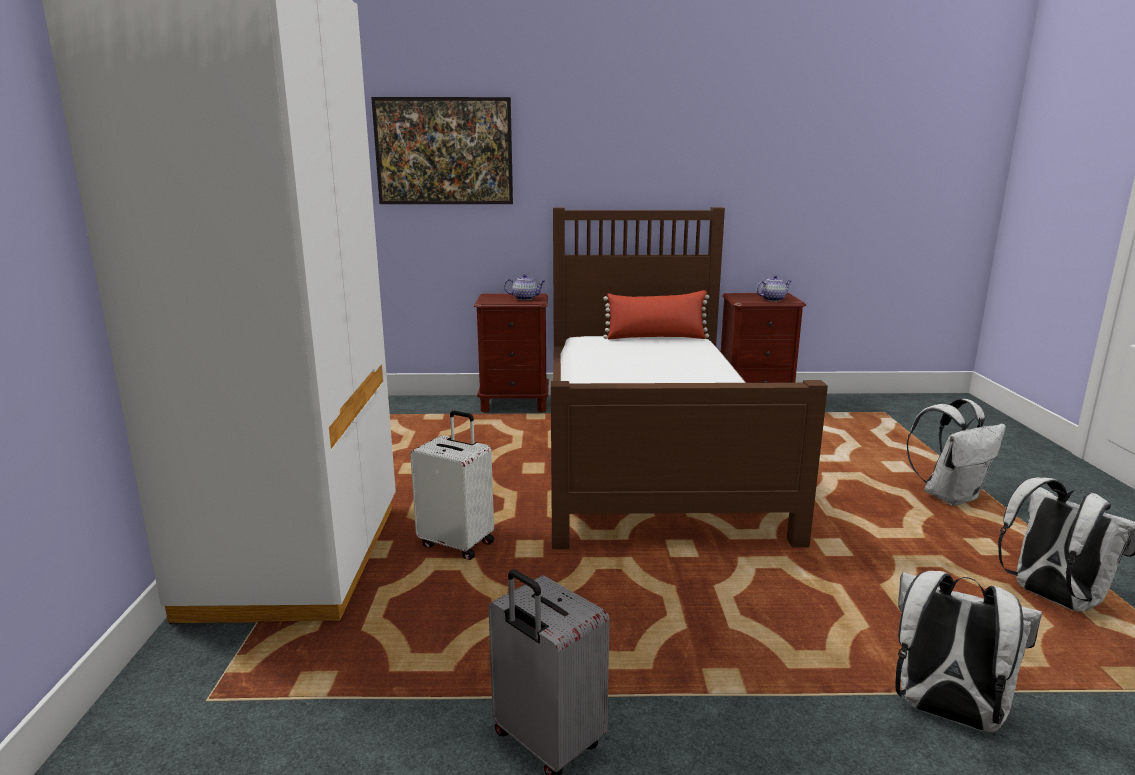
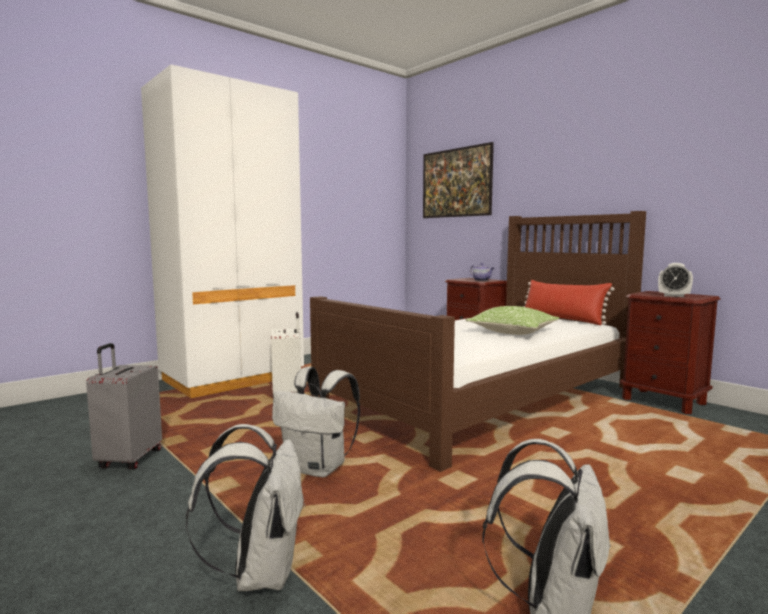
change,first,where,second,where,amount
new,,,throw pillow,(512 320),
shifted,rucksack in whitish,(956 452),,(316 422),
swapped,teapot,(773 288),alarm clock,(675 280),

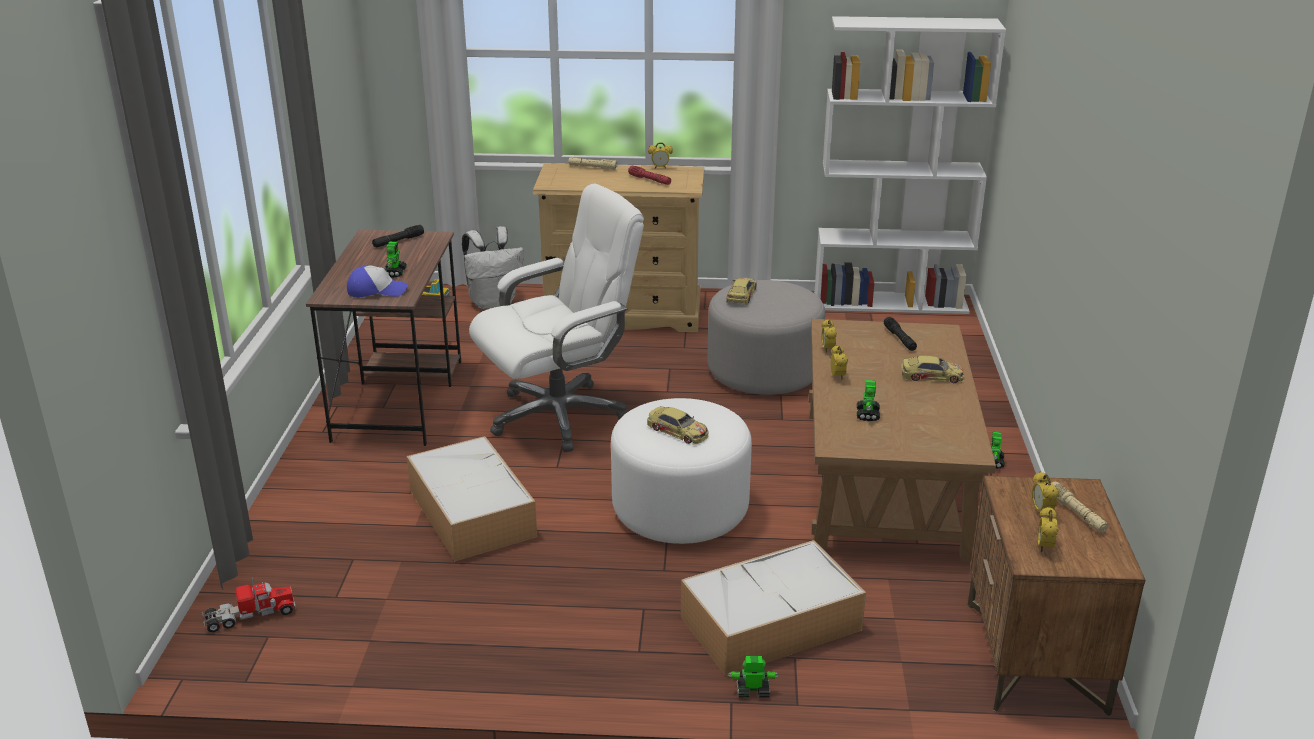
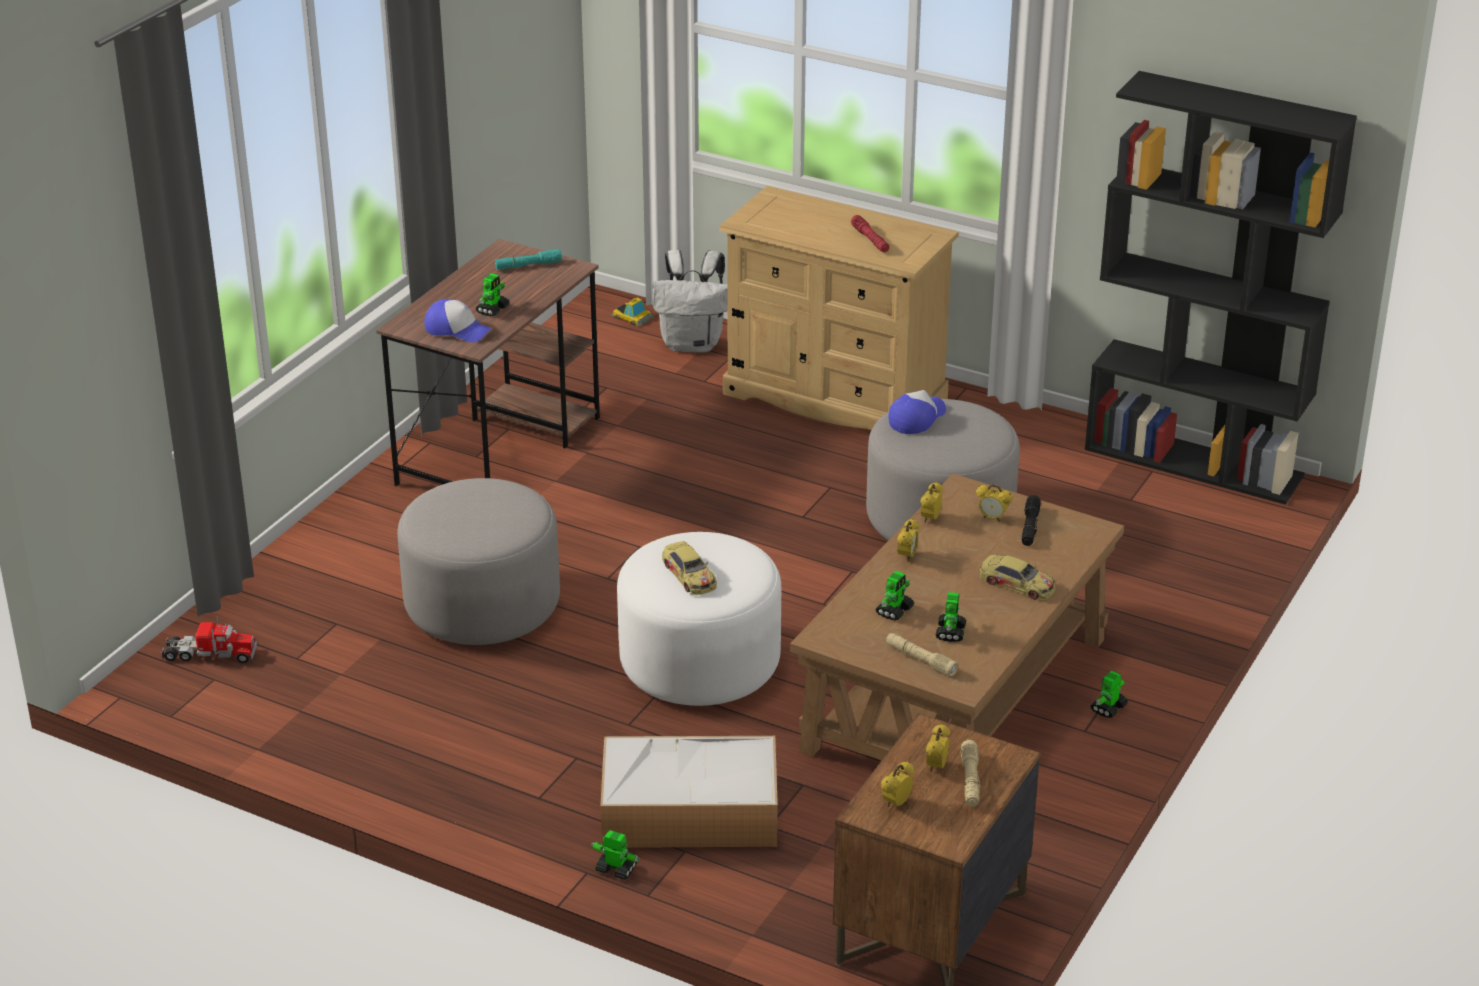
change,first,where,second,where,amount
gone,office chair in whitish,(556 318),,,
new,,,model robot,(951 617),
shifted,flashlight in sand-coloured,(593 163),,(922 654),
shifted,alarm clock,(660 155),,(994 503),
swapped,storage bin,(472 498),footrest in gray,(478 561),
swapped,toy car,(741 291),baseball cap,(917 412),
repainted,flashlight in blackish,(398 236),flashlight in turquoise-coloured,(528 259),
repainted,bookshelf in whitish,(910 165),bookshelf in blackish,(1221 288),

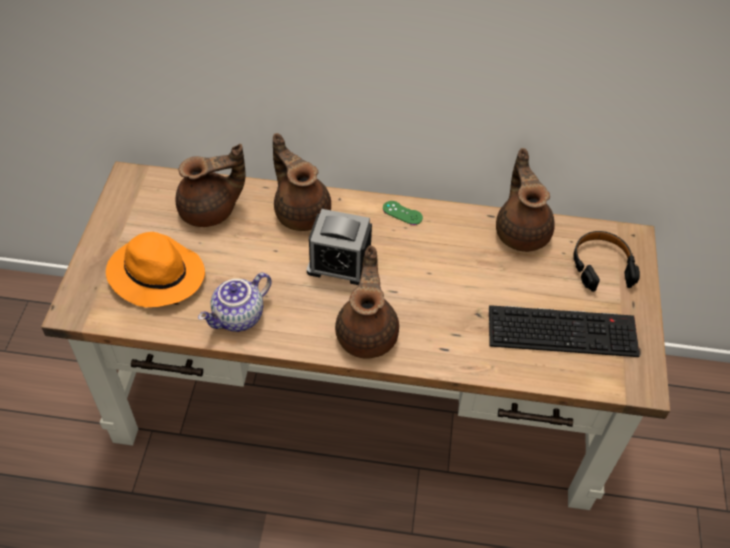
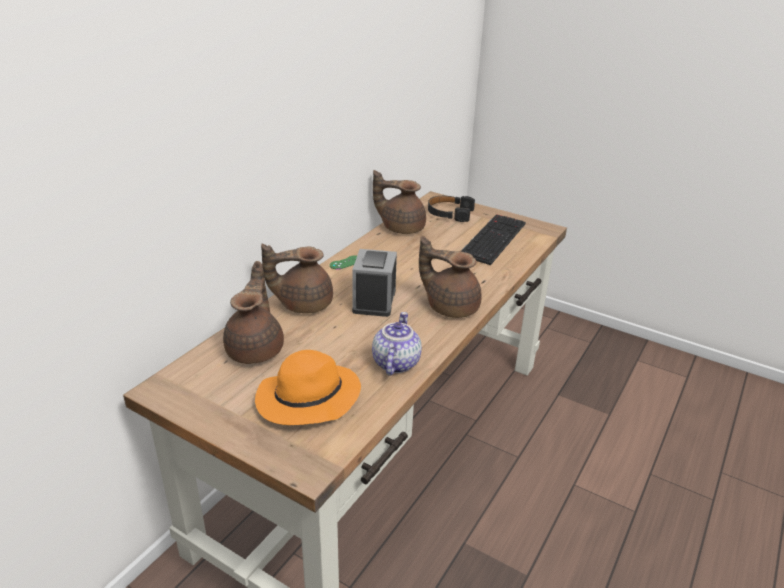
change,first,where,second,where,amount
rotated,teapot,(235 302),,(397 343),150 degrees counterclockwise
rotated,alarm clock,(339 247),,(374 283),150 degrees clockwise

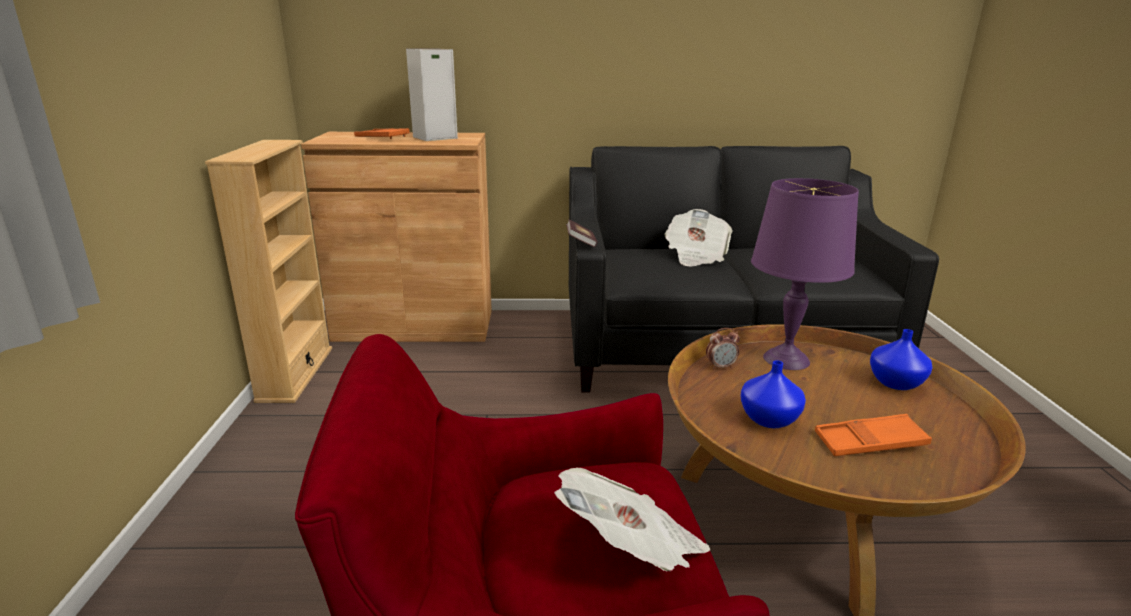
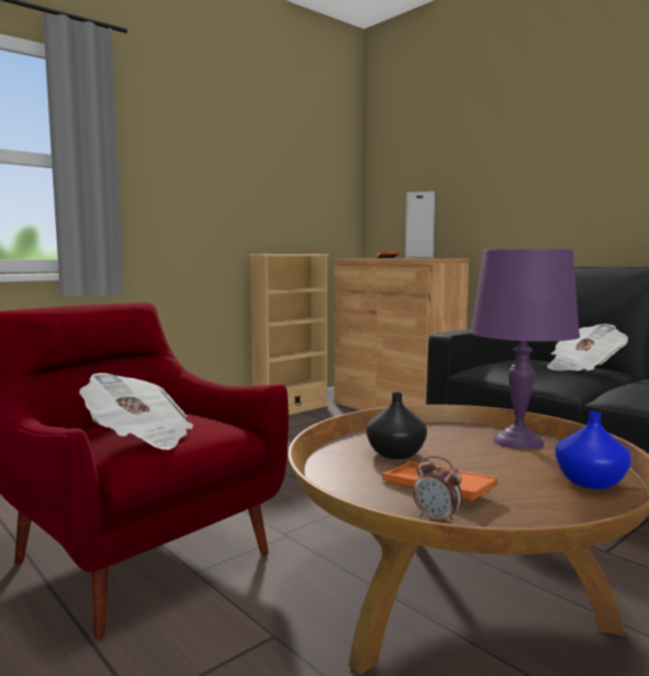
change,first,where,second,where,amount
gone,bound book,(581 233),,,
shifted,alarm clock,(723 349),,(438 489),
repainted,flower vase in bluish,(773 394),flower vase in blackish,(396 425),

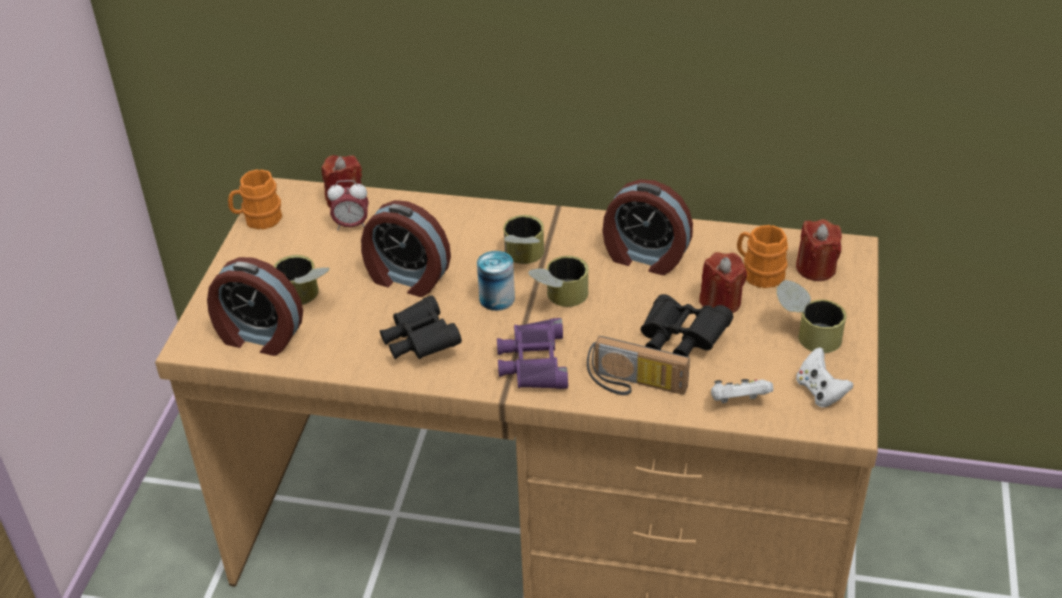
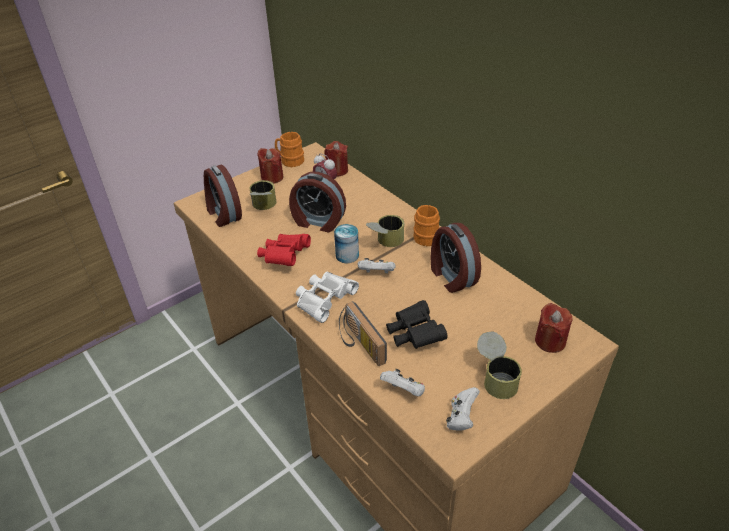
change,first,where,second,where,amount
shifted,candle in red-coloured,(723 282),,(270 166),
shifted,mug in orange-coloured,(762 256),,(426 225),
swapped,can,(558 281),gamepad in whitish,(376 266),
repainted,field glasses in blackish,(421 327),field glasses in red-coloured,(284 250),
repainted,field glasses in purple-coloured,(532 353),field glasses in whitish,(327 297),
rotated,alarm clock,(406 248),,(317 202),45 degrees counterclockwise

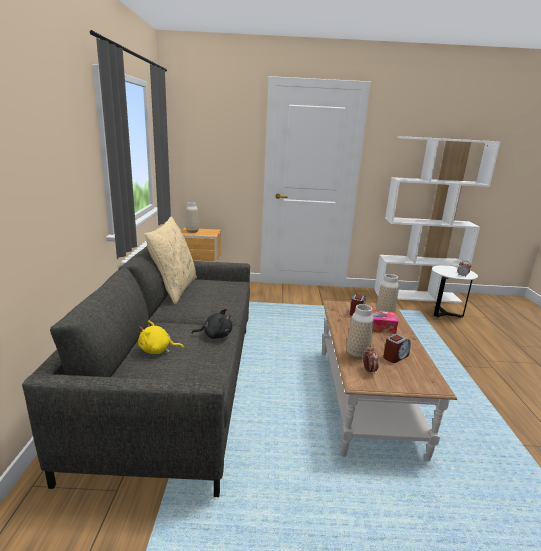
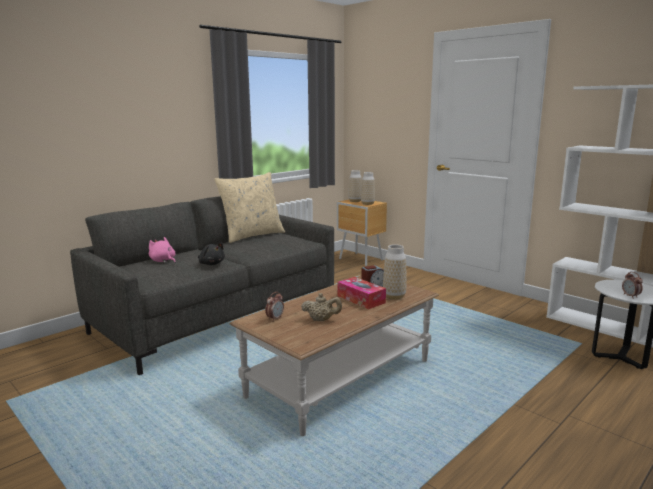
change,first,where,second,where,amount
shifted,flower vase,(360 332),,(368 188),
swapped,alarm clock,(397 348),teapot in sand-coloured,(321 307),
repainted,soft toy in yellowish,(161 337),soft toy in pink,(162 250),

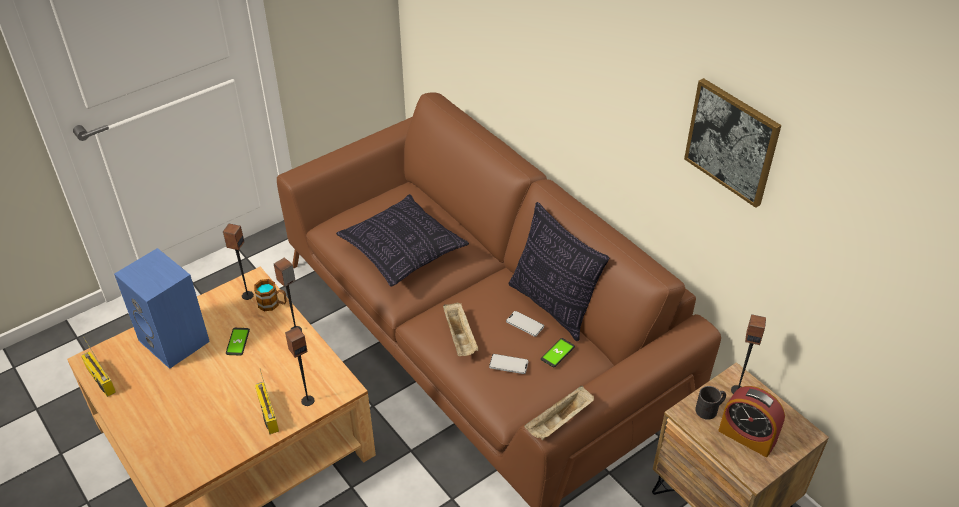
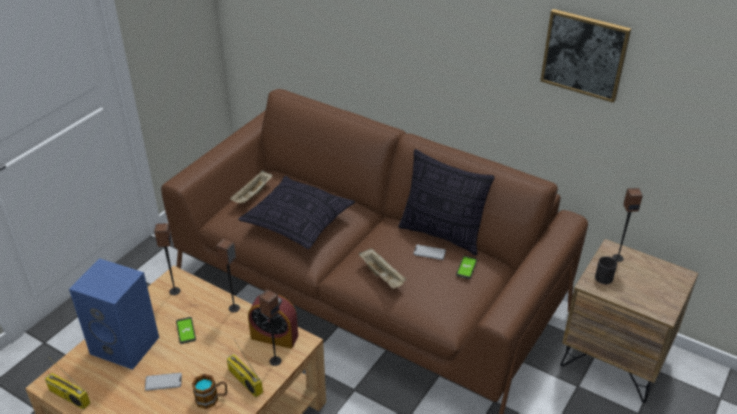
change,first,where,second,where,amount
shifted,mug,(270 295),,(209 391),
shifted,phone,(508 364),,(163 382),
shifted,tray in sand-coloured,(559 413),,(251 187),
shifted,alarm clock,(751 421),,(273 321),

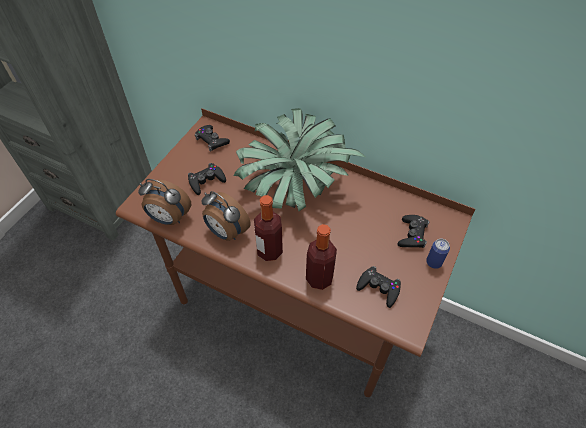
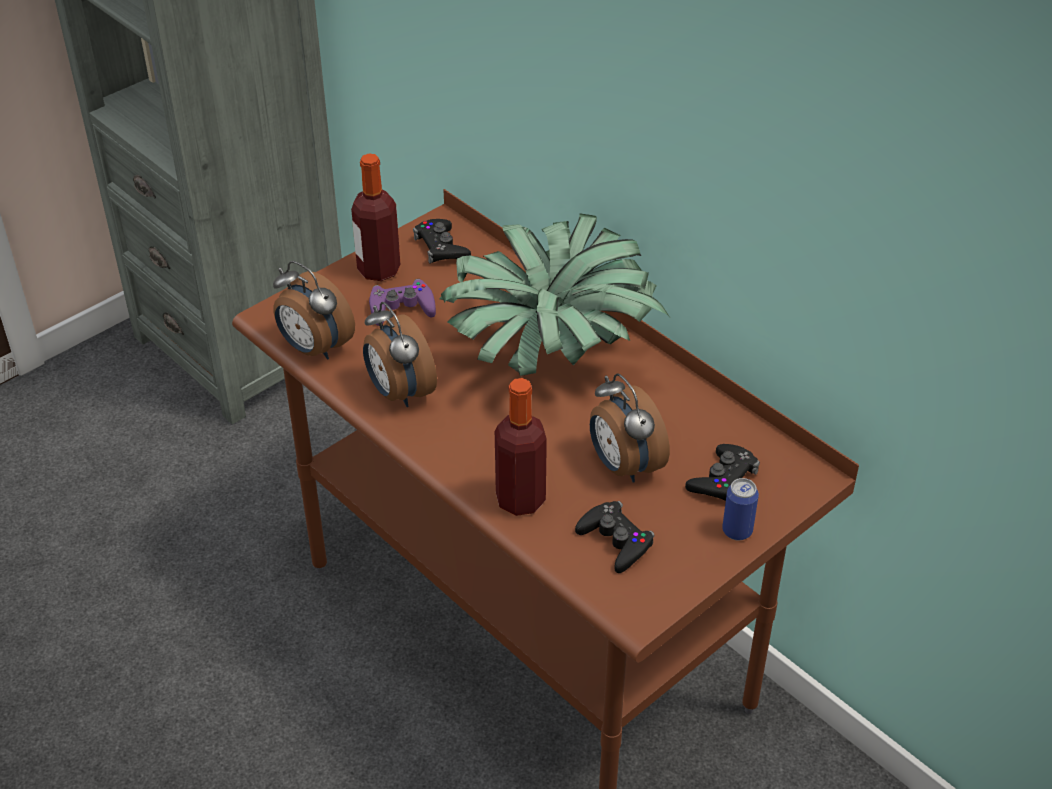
change,first,where,second,where,amount
new,,,alarm clock,(630 428),
shifted,beverage bottle,(268 228),,(376 217),
repainted,gamepad in blackish,(207 179),gamepad in purple-coloured,(402 302),

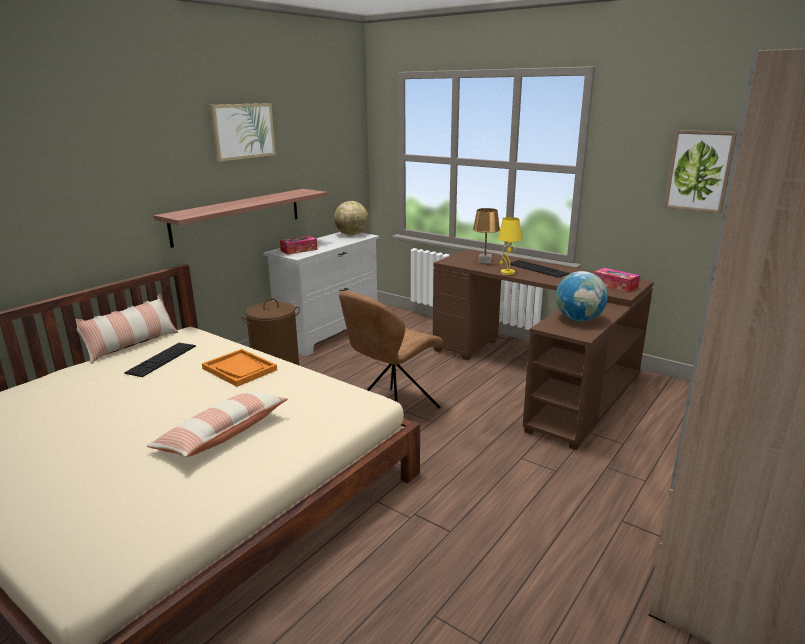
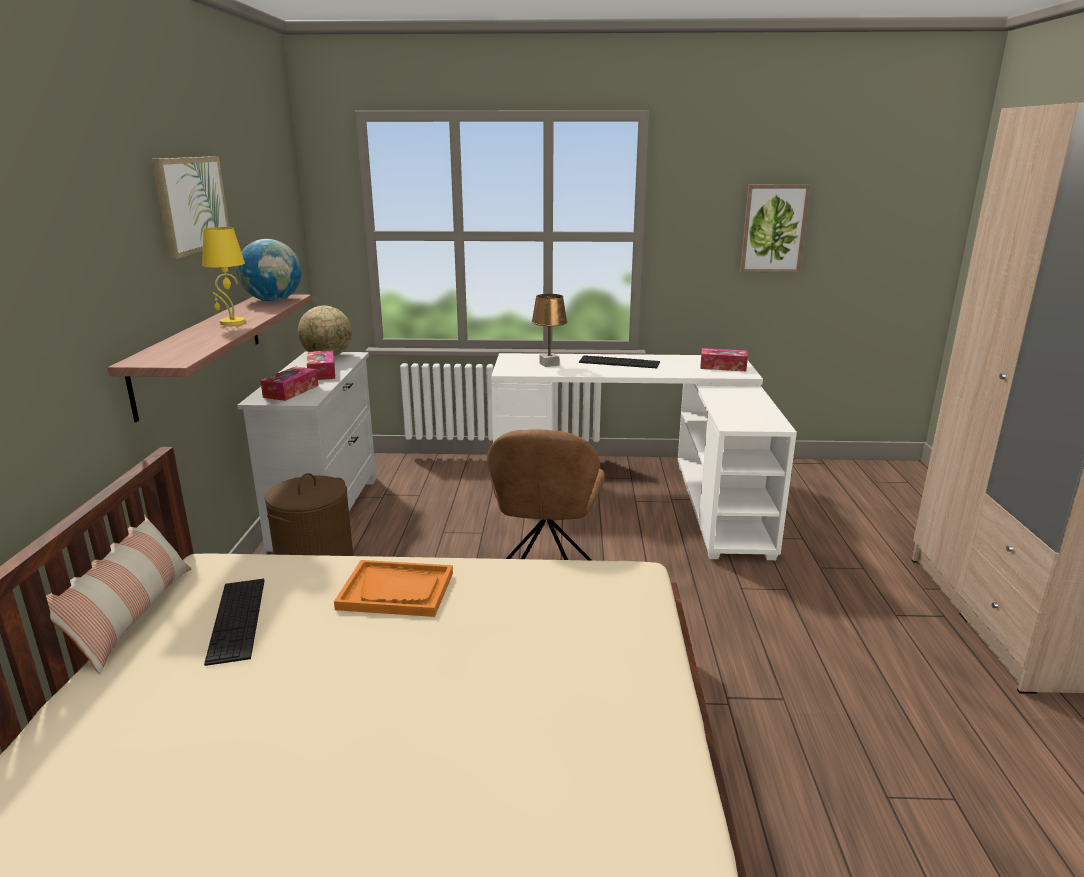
change,first,where,second,where,amount
gone,throw pillow,(217 424),,,
new,,,box of tissues,(321 365),
shifted,table lamp in yellowish,(510 246),,(223 276),
shifted,world globe,(581 296),,(268 270),
repainted,desk in brownish,(543 350),desk in whitish,(644 456),

